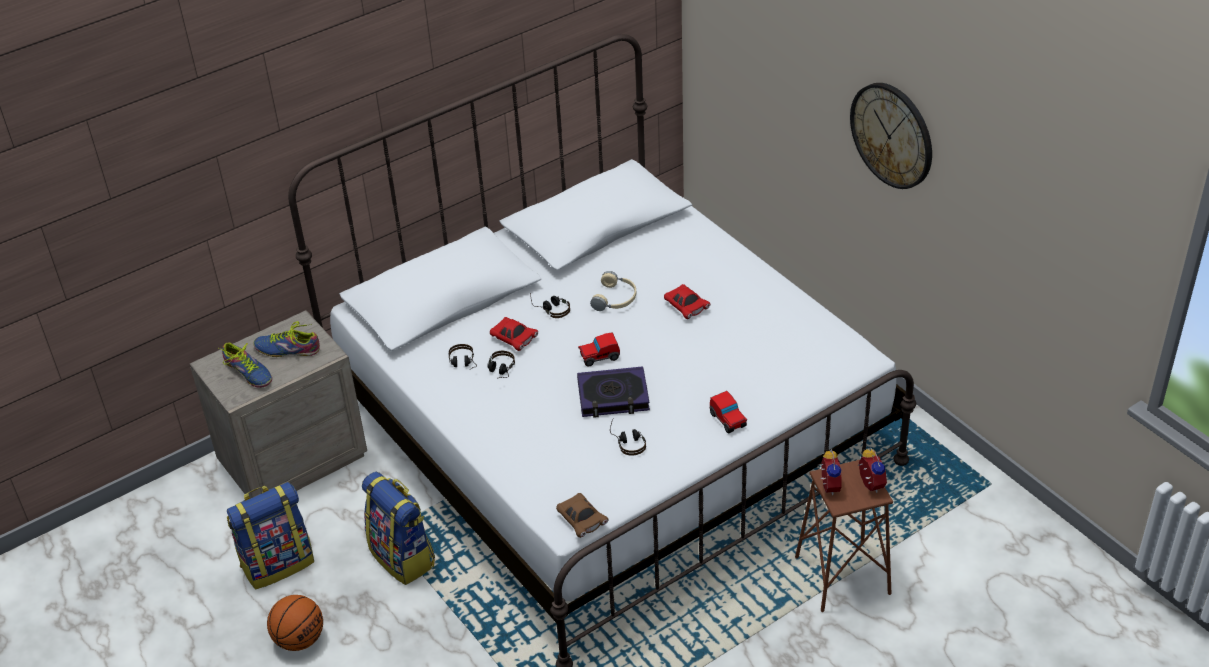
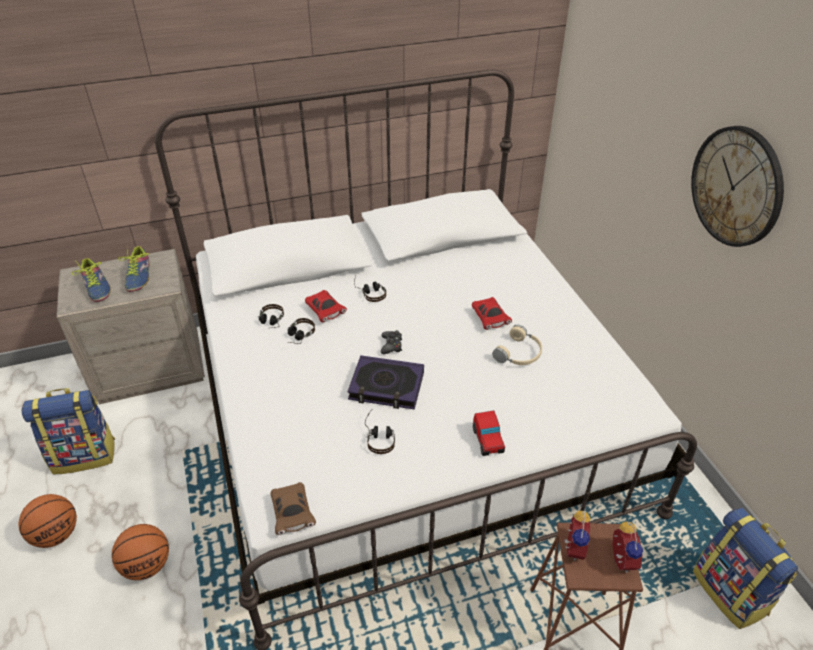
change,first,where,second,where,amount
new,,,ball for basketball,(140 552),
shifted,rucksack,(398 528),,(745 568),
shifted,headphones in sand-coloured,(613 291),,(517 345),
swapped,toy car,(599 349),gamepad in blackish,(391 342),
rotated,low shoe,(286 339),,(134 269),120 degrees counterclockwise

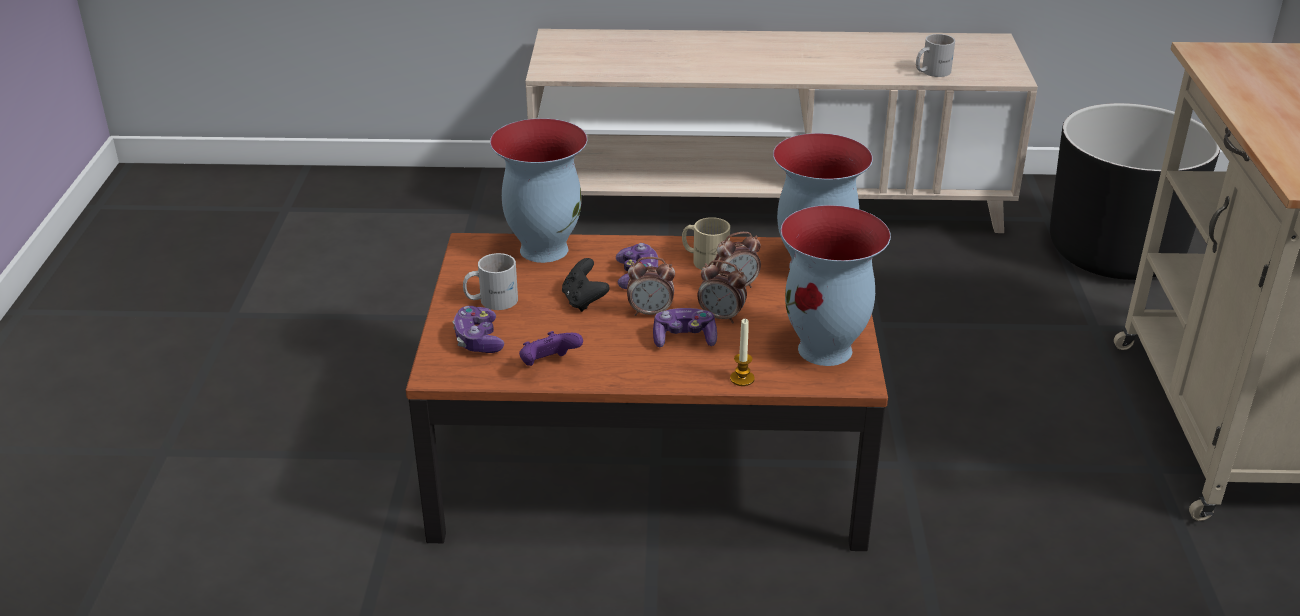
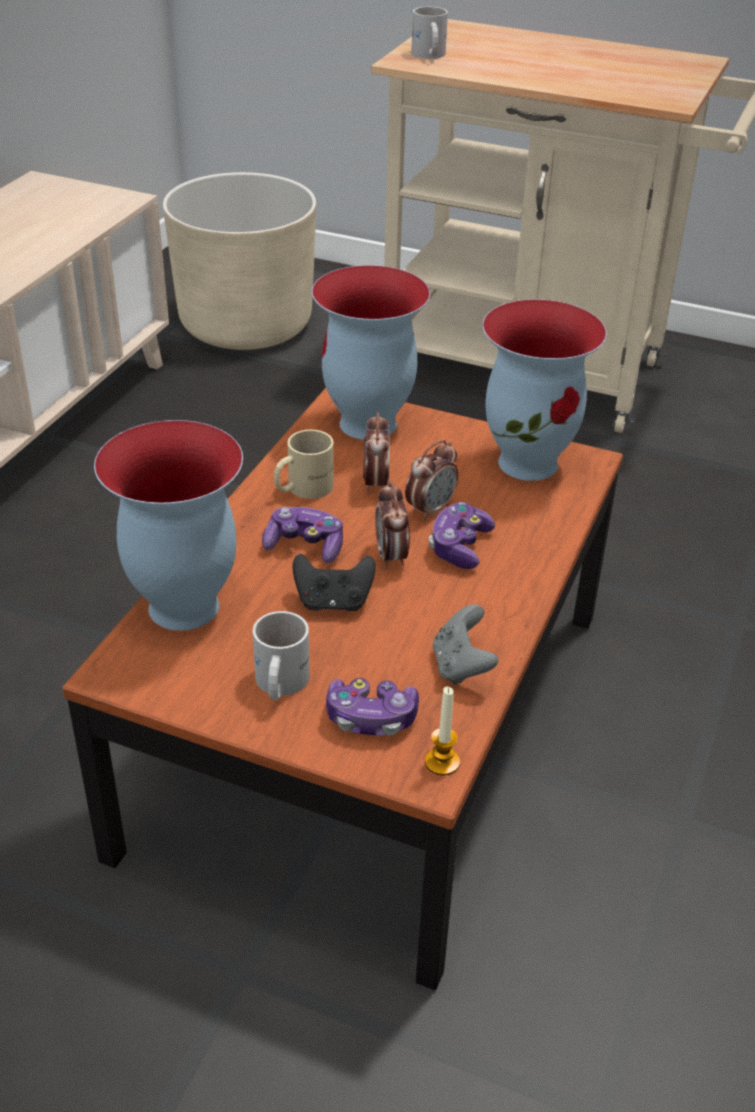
change,first,where,second,where,amount
shifted,candle,(742 352),,(442 731),
shifted,mug in whitish,(935 55),,(429 33),
repainted,gamepad in purple-coloured,(551 348),gamepad in gray,(466 644),
repainted,plant pot in blackish,(1135 191),plant pot in sand-coloured,(239 261),
rotated,alarm clock,(651 286),,(392 525),150 degrees clockwise

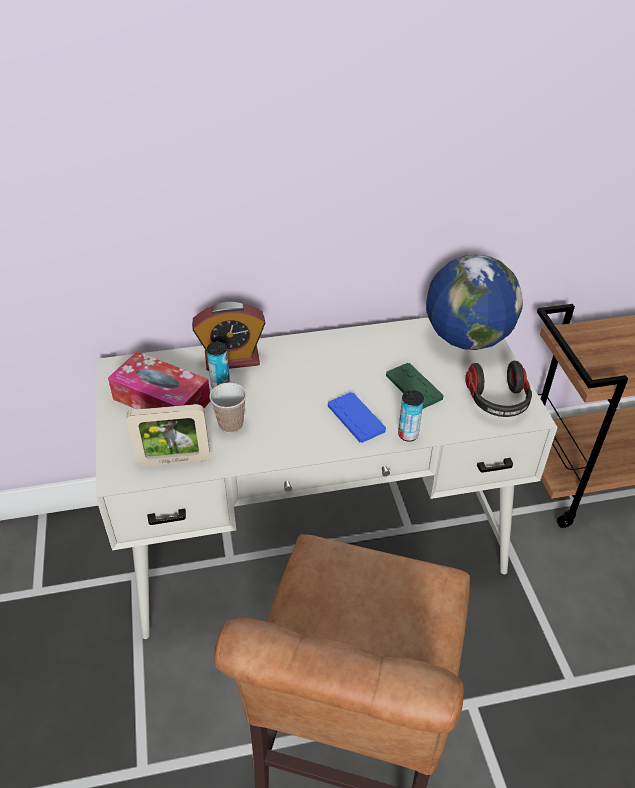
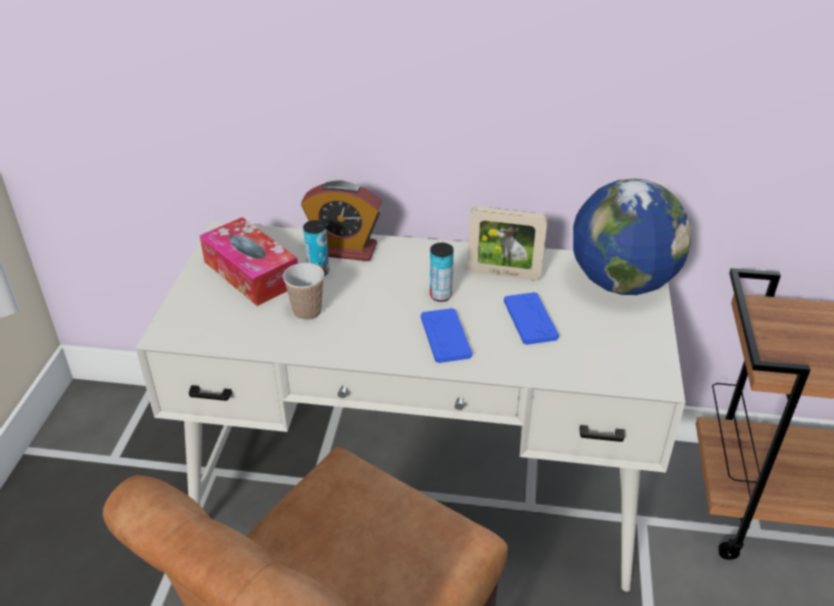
change,first,where,second,where,amount
gone,headphones,(498 389),,,
shifted,picture frame,(168 435),,(507 243),
shifted,can,(411 416),,(442 272),
repainted,gamepad in green-coloured,(415 386),gamepad in bluish,(531 318),

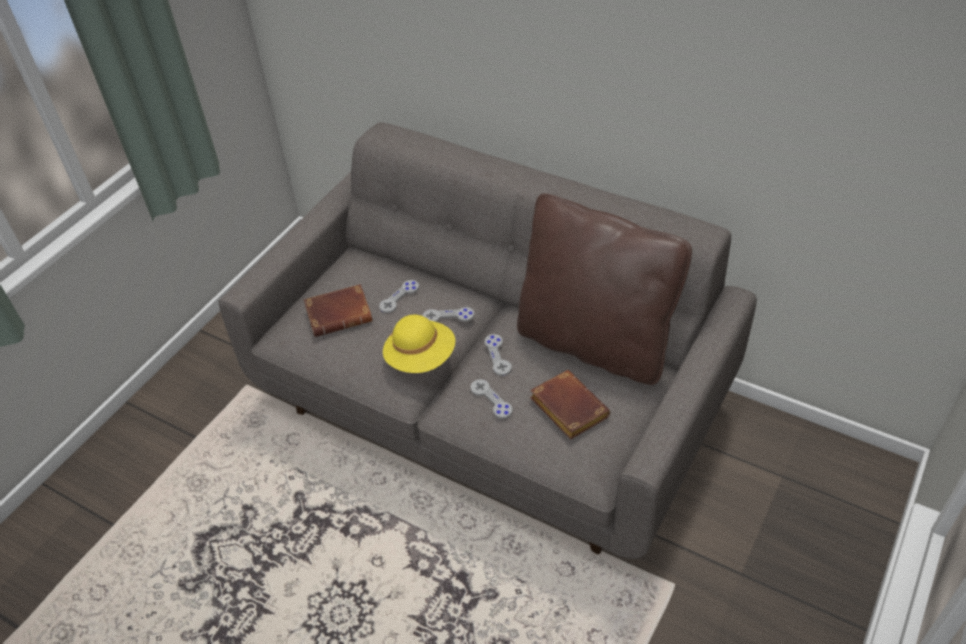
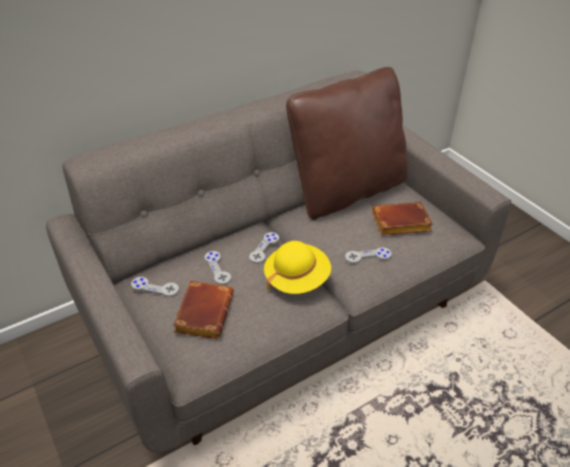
change,first,where,second,where,amount
shifted,gamepad in gray,(498 355),,(155 287),

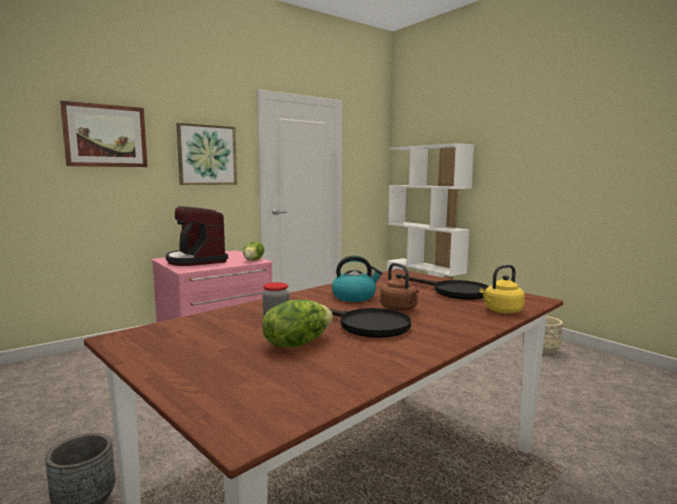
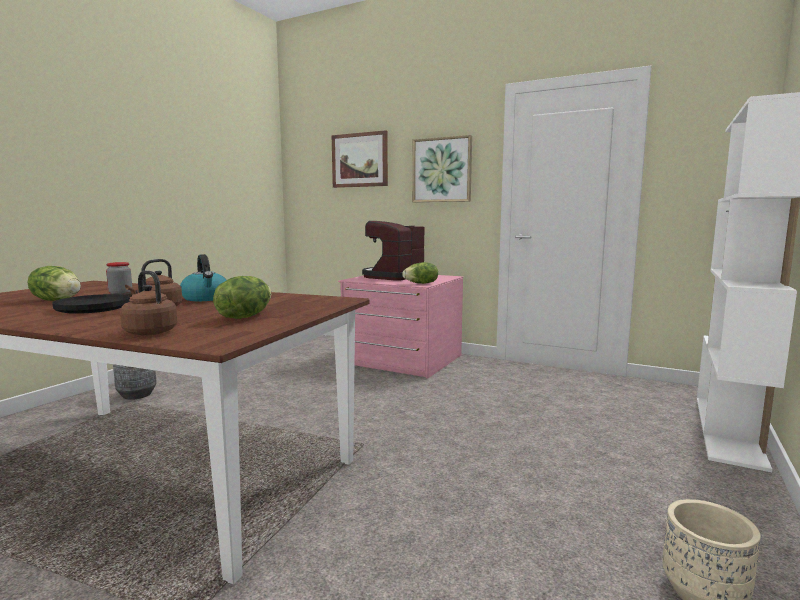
change,first,where,second,where,amount
swapped,pan in blackish,(445 287),lettuce head,(242 297),
repainted,tea kettle in yellowish,(502 289),tea kettle in brownish,(148 303),

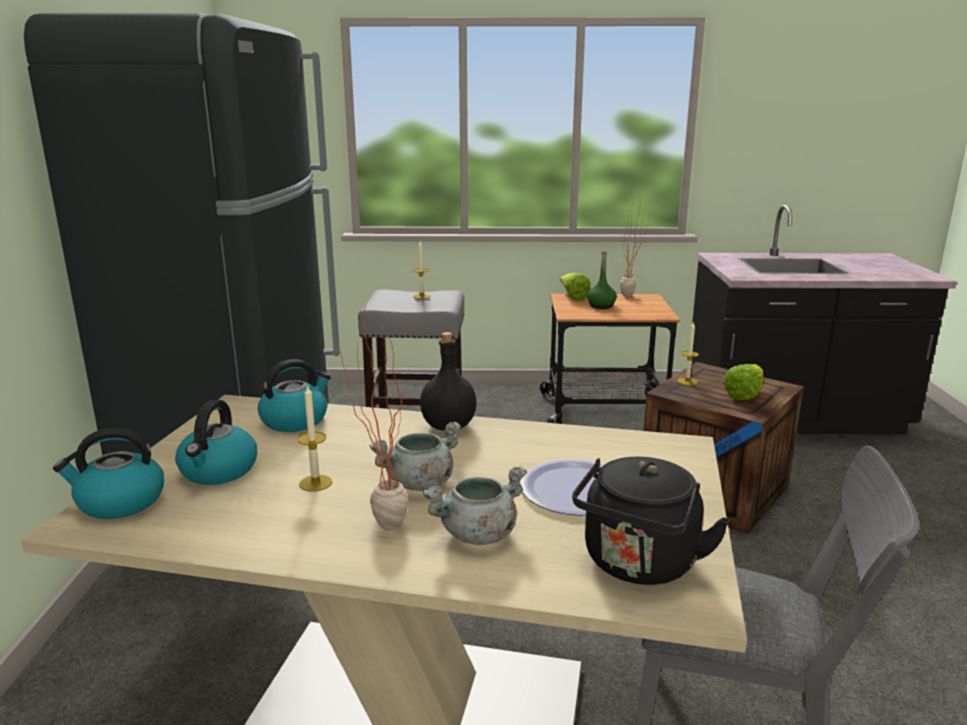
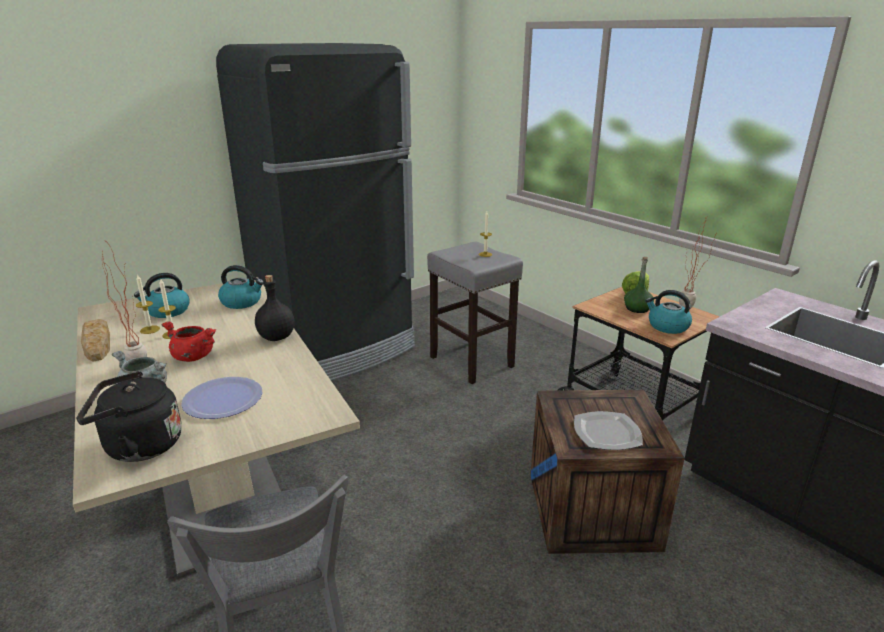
change,first,where,second,where,amount
new,,,baked bread,(95 340),
shifted,tea kettle,(108 473),,(668 312),
shifted,candle,(688 353),,(148 304),
swapped,lettuce head,(743 382),plate,(608 430),
repainted,saucepot in gray,(415 456),saucepot in red-coloured,(188 341),

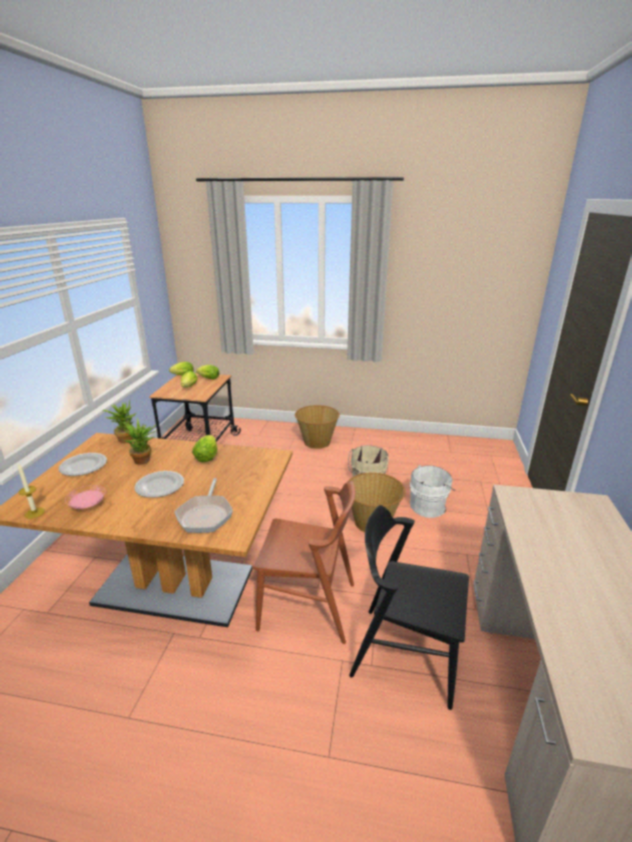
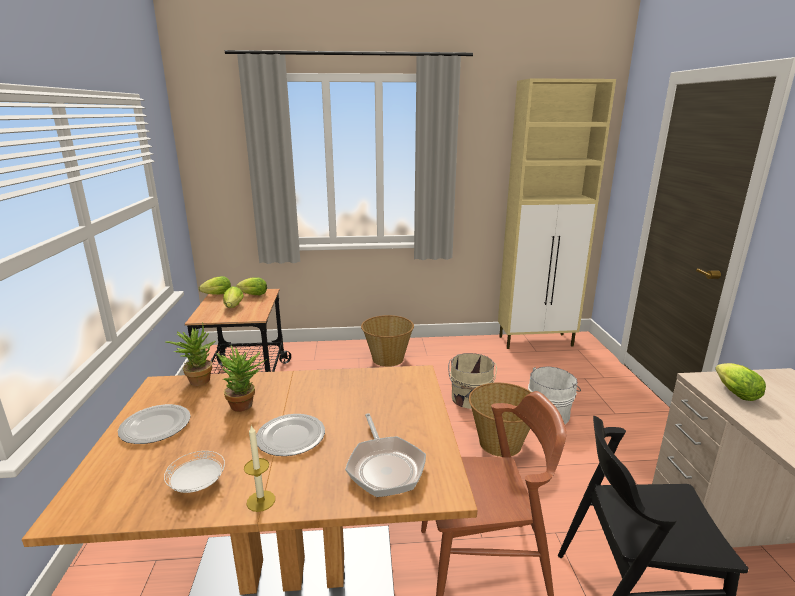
change,first,where,second,where,amount
new,,,cupboard in sand-coloured,(557 213),
shifted,candle,(31 491),,(259 468),
shifted,lettuce head,(204 448),,(740 382),
repainted,plate in pink,(85 497),plate in whitish,(194 472),

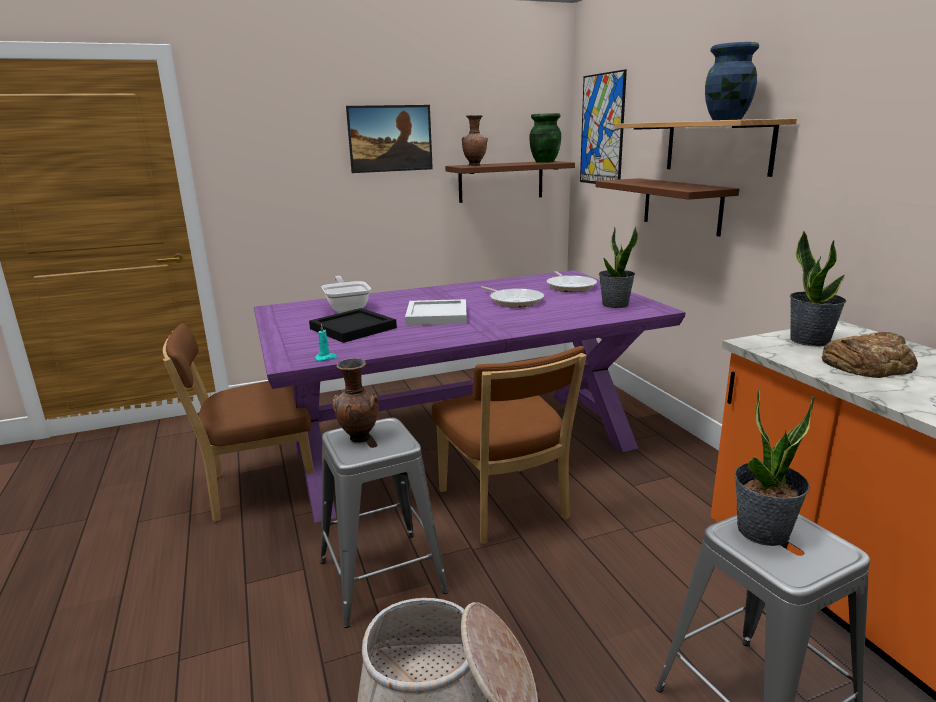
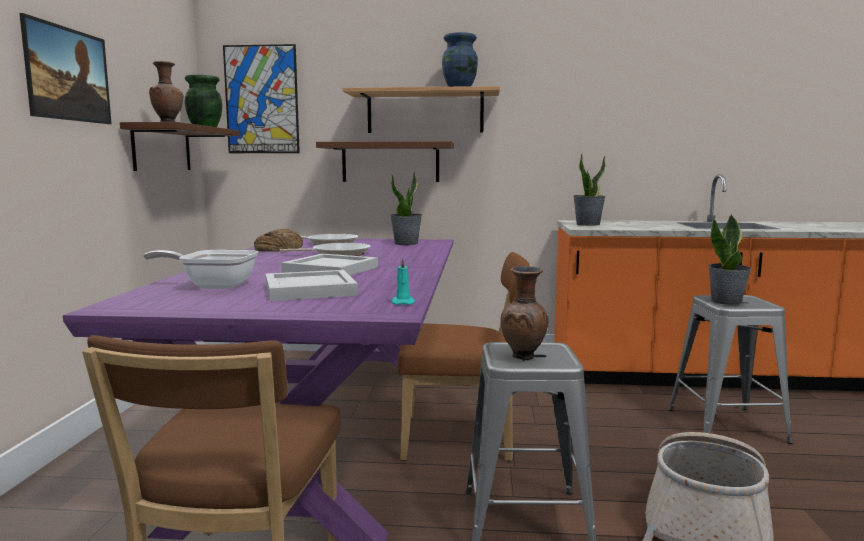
change,first,where,second,where,amount
shifted,baked bread,(870 355),,(278 240),
repainted,tray in blackish,(353 325),tray in whitish,(312 285),

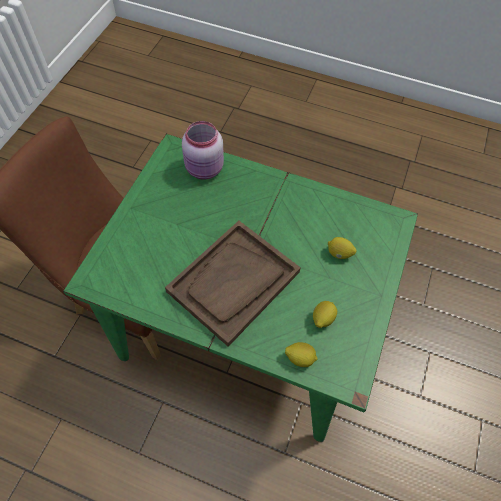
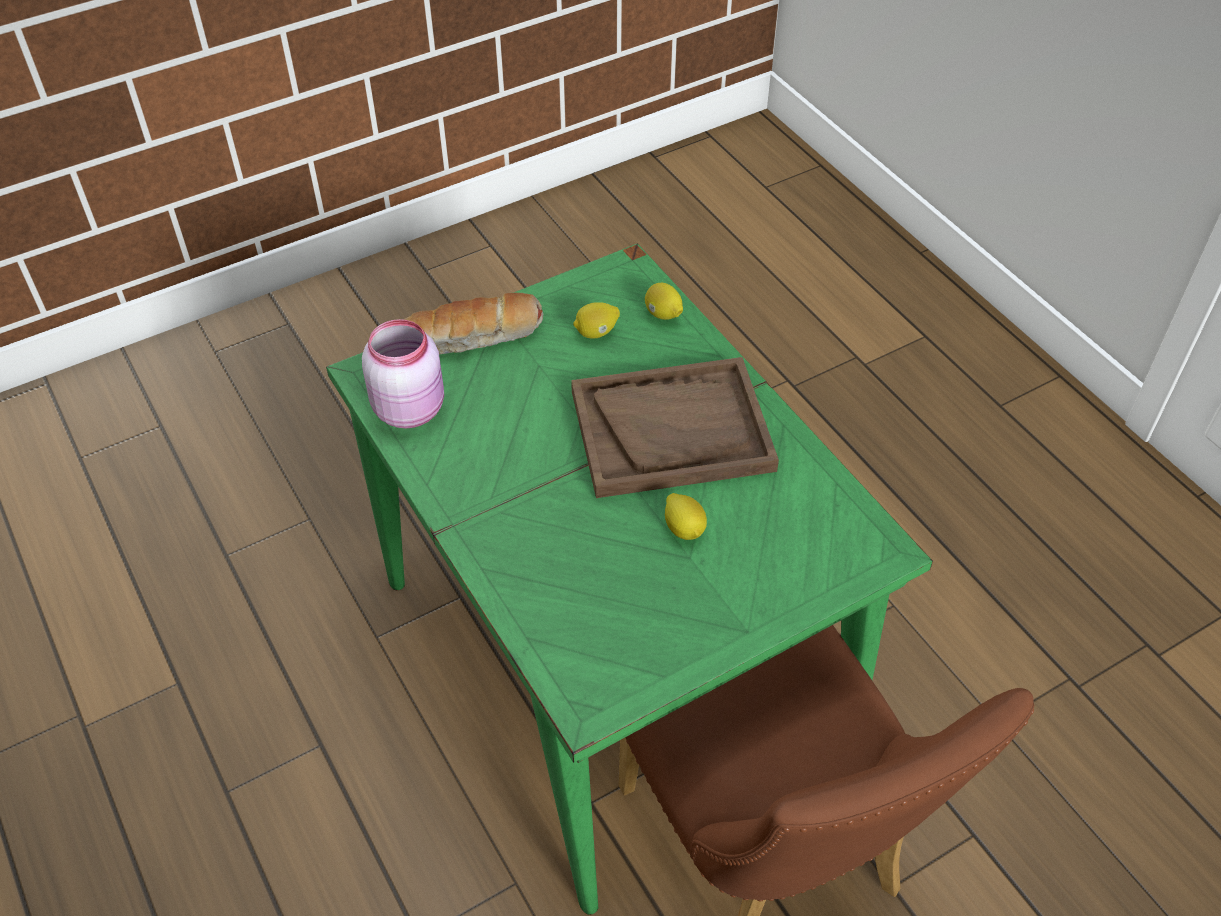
change,first,where,second,where,amount
new,,,baked bread,(473 323),
shifted,jar in pink,(203 150),,(403 373),
shifted,whole lemon,(342 248),,(686 516),

